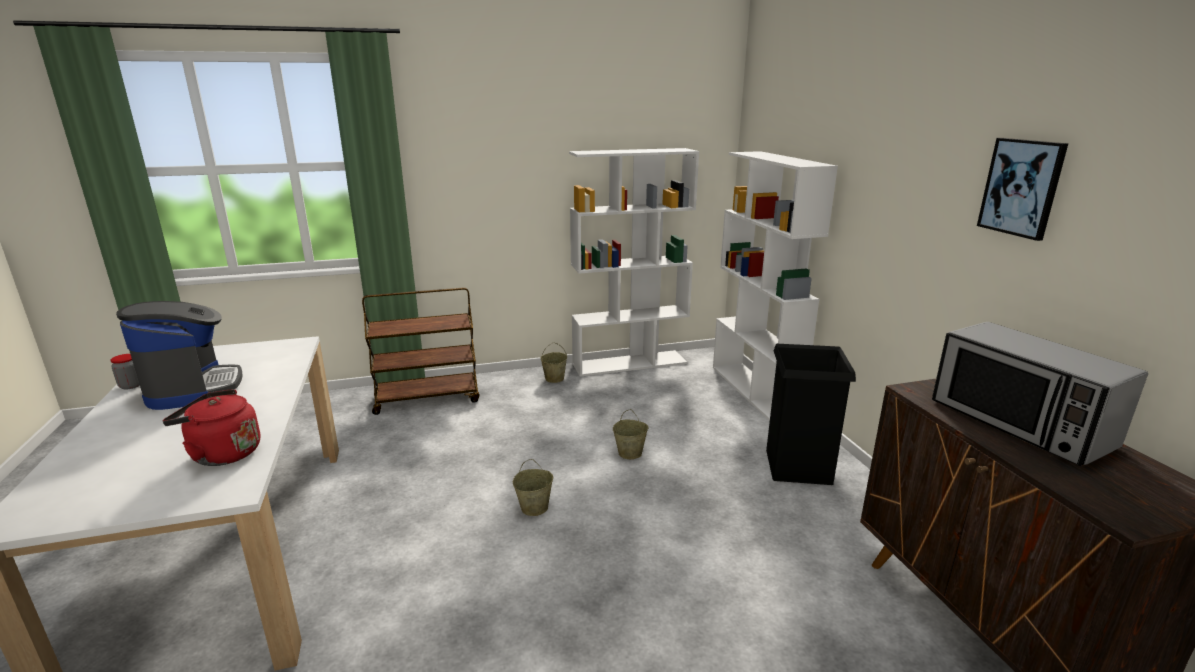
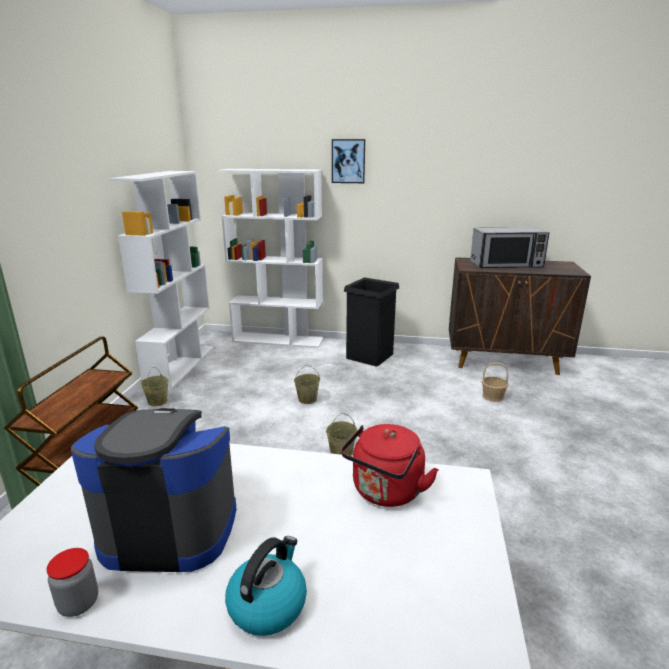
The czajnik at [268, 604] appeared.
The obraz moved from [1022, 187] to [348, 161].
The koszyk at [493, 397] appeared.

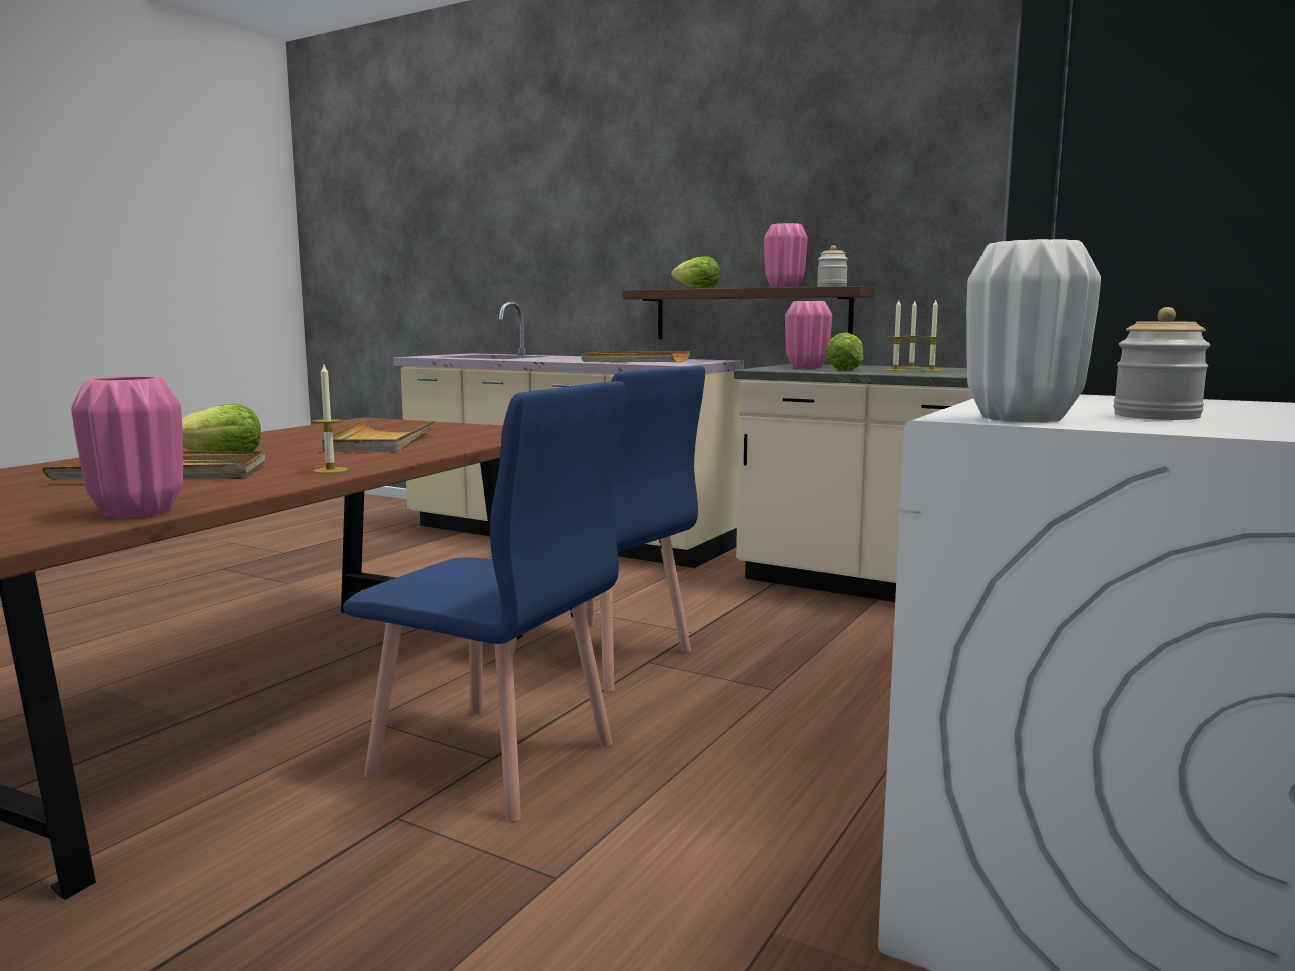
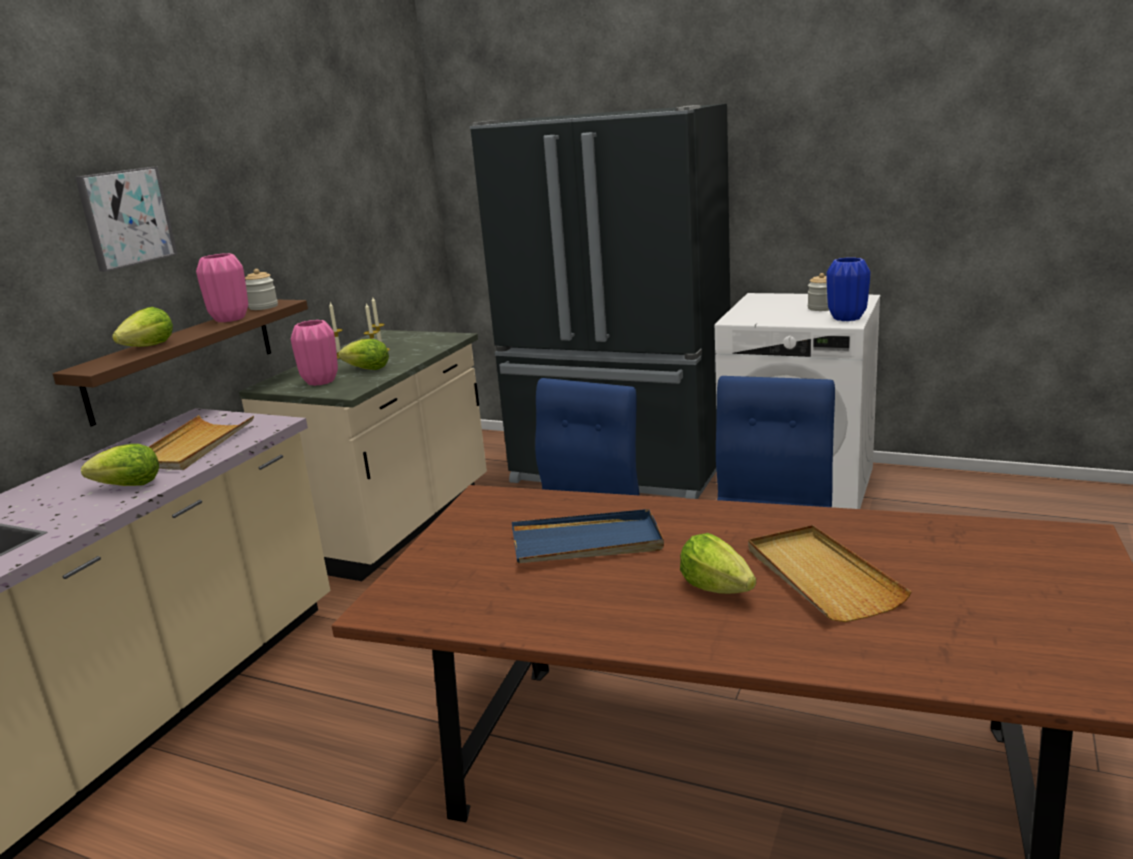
The obraz at [125, 217] appeared.
The sałata at [129, 486] appeared.
The taca [beżowy] at [380, 442] became the taca [niebieski] at [587, 543].
The wazon [biały] at [1022, 419] became the wazon [niebieski] at [847, 318].
The wazon [różowy] at [136, 513] disappeared.
The świeca at [330, 470] disappeared.

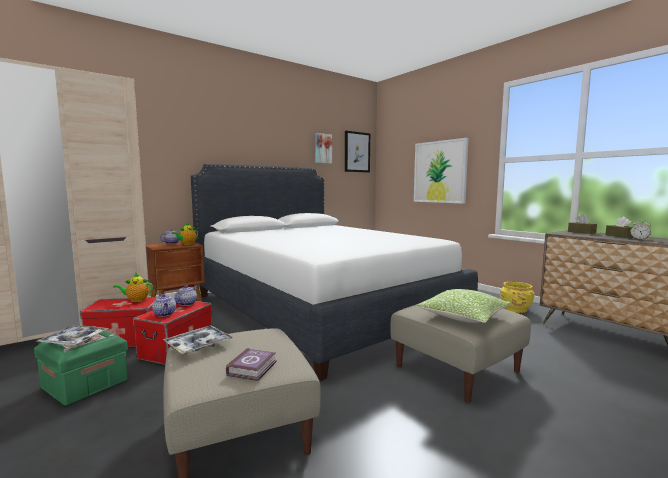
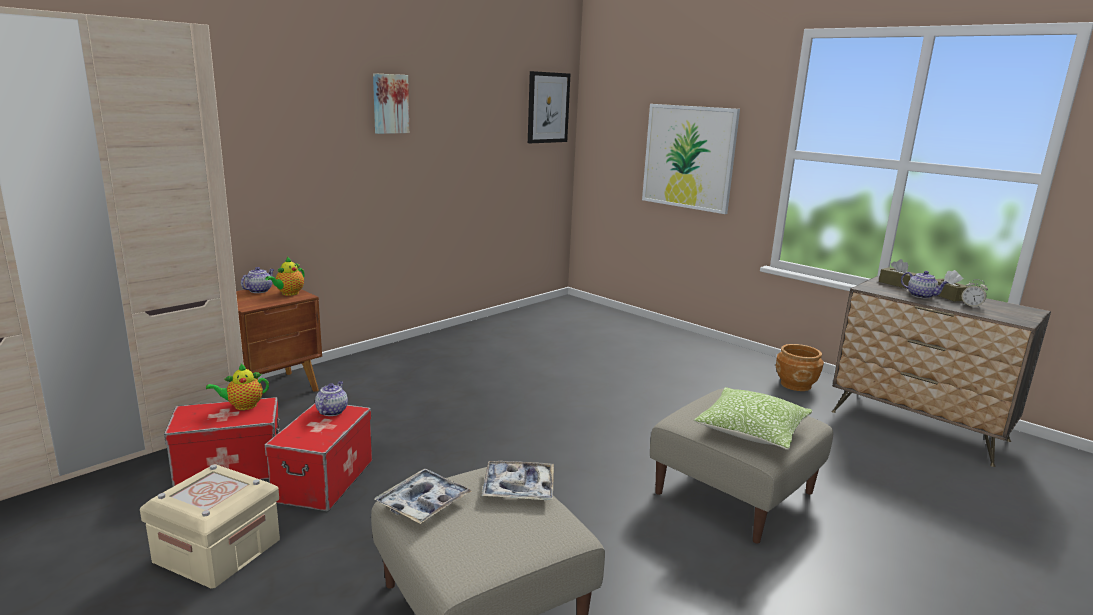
The pojemnik do przechowywania [zielony] at [85, 384] became the pojemnik do przechowywania [beżowy] at [218, 551].
The obraz moved from [322, 148] to [390, 103].
The taca moved from [74, 340] to [518, 488].
The donica [żółty] at [516, 309] became the donica [brązowy] at [796, 385].
The imbryk moved from [165, 314] to [921, 296].
The łóżko [biały] at [320, 307] disappeared.
The książka at [253, 368] disappeared.

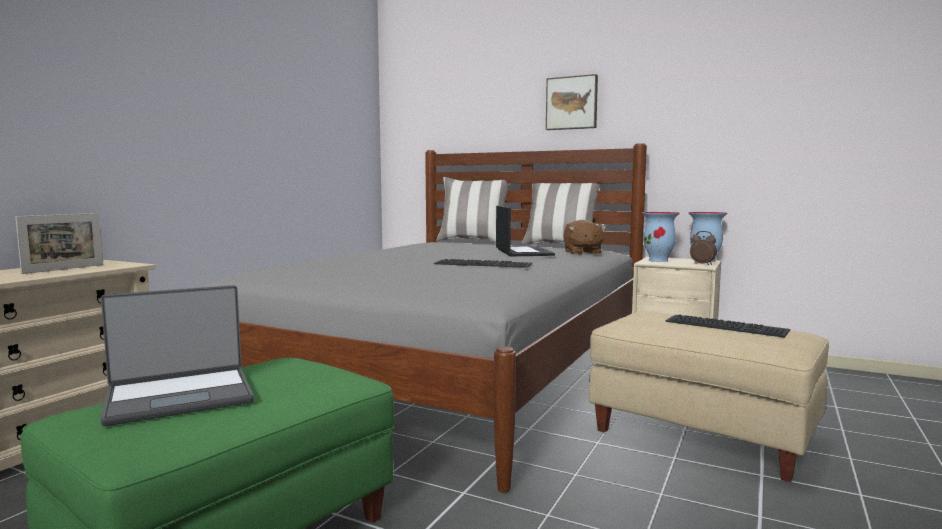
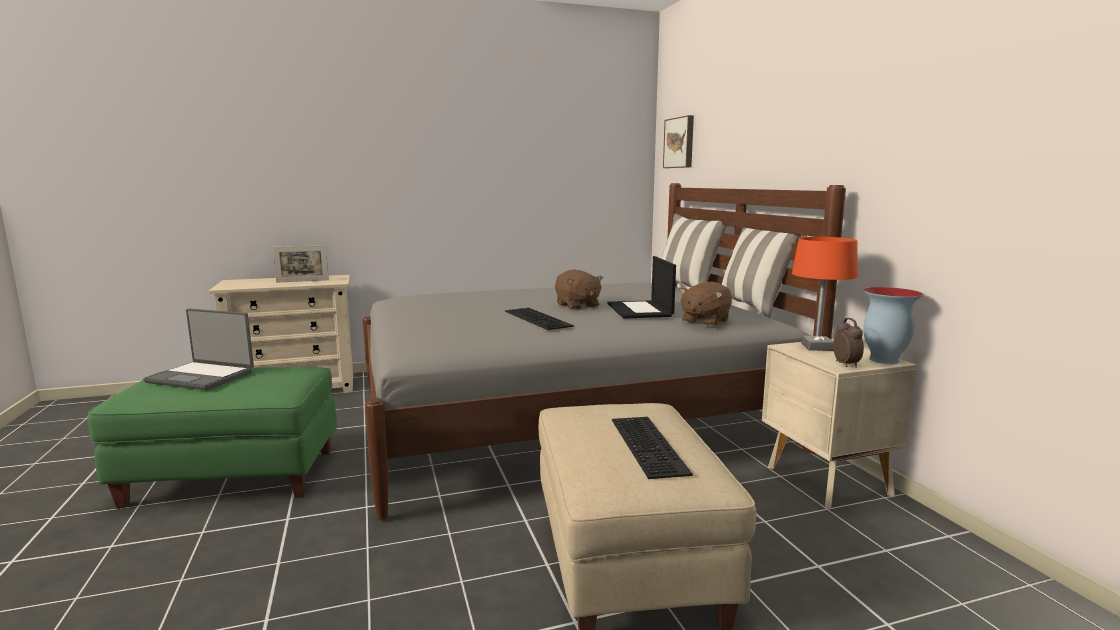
The pluszak [brązowy] at [577, 306] appeared.
The laptop at [522, 252] turned 135 degrees clockwise.
The obraz moved from [572, 103] to [680, 143].
The wazon at [659, 260] was replaced by the lampa stołowa [pomarańczowy] at [817, 347].

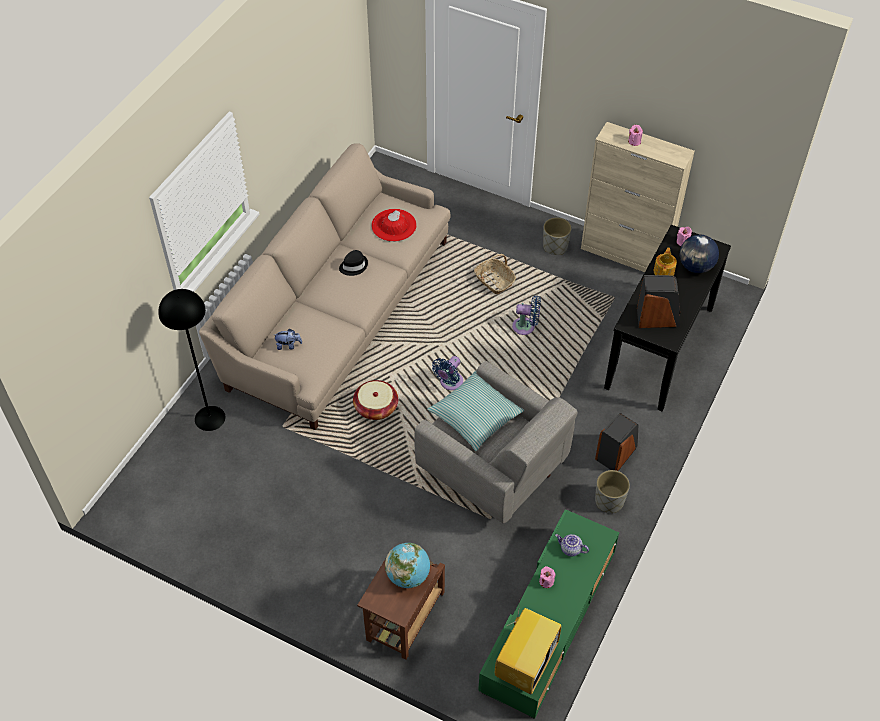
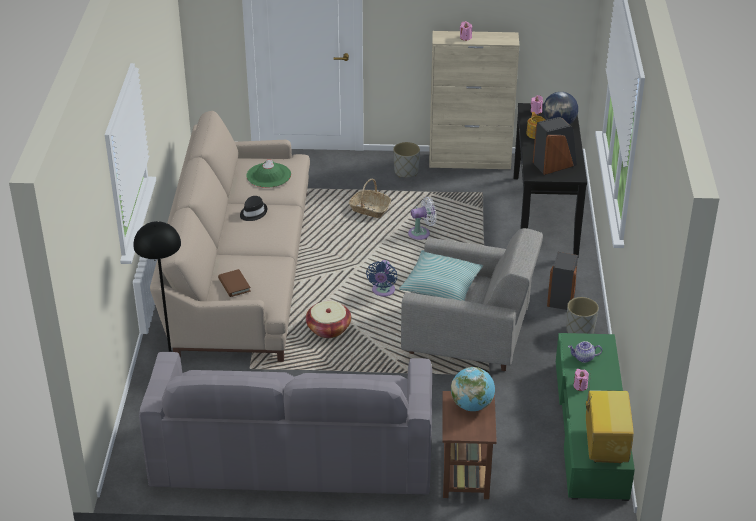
The kanapa [szary] at [292, 457] appeared.
The pluszak at [288, 345] was replaced by the książka [brązowy] at [234, 285].
The kapelusz [czerwony] at [393, 225] became the kapelusz [zielony] at [268, 175].
The wentylator [niebieski] at [526, 327] became the wentylator [biały] at [421, 233].

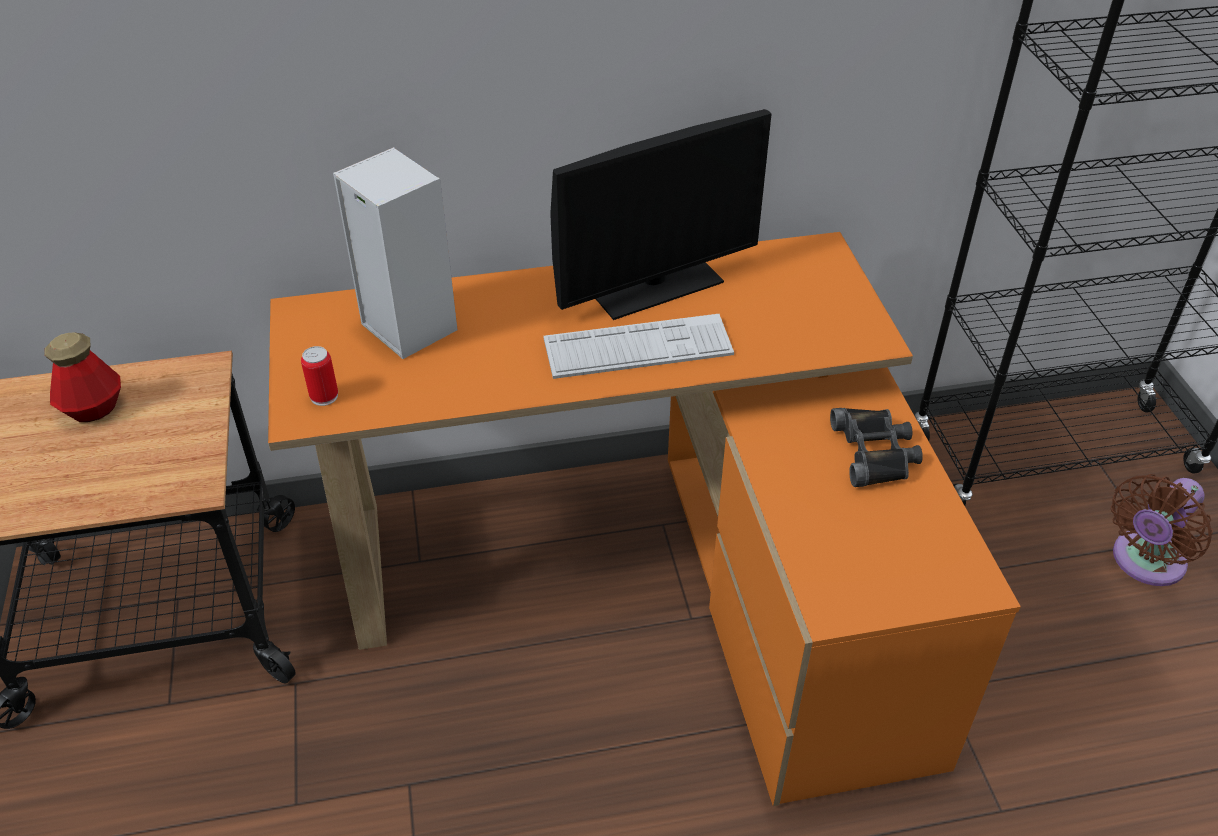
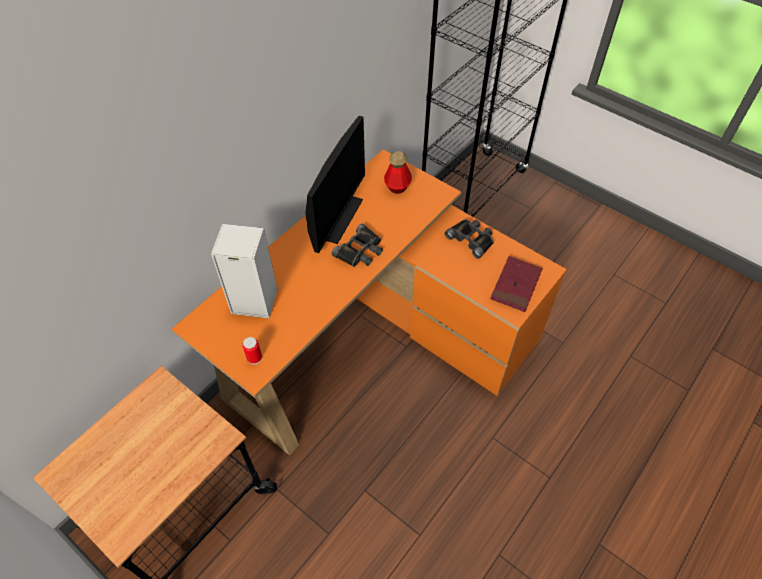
The klawiatura at [638, 348] was replaced by the lornetka [czarny] at [360, 251].
The butelka moved from [93, 409] to [397, 186].
The książka [czerwony] at [516, 285] appeared.
The wentylator [brązowy] at [1144, 563] disappeared.

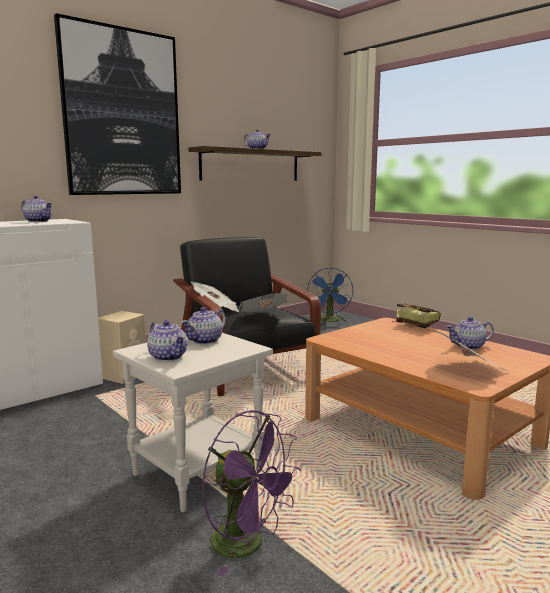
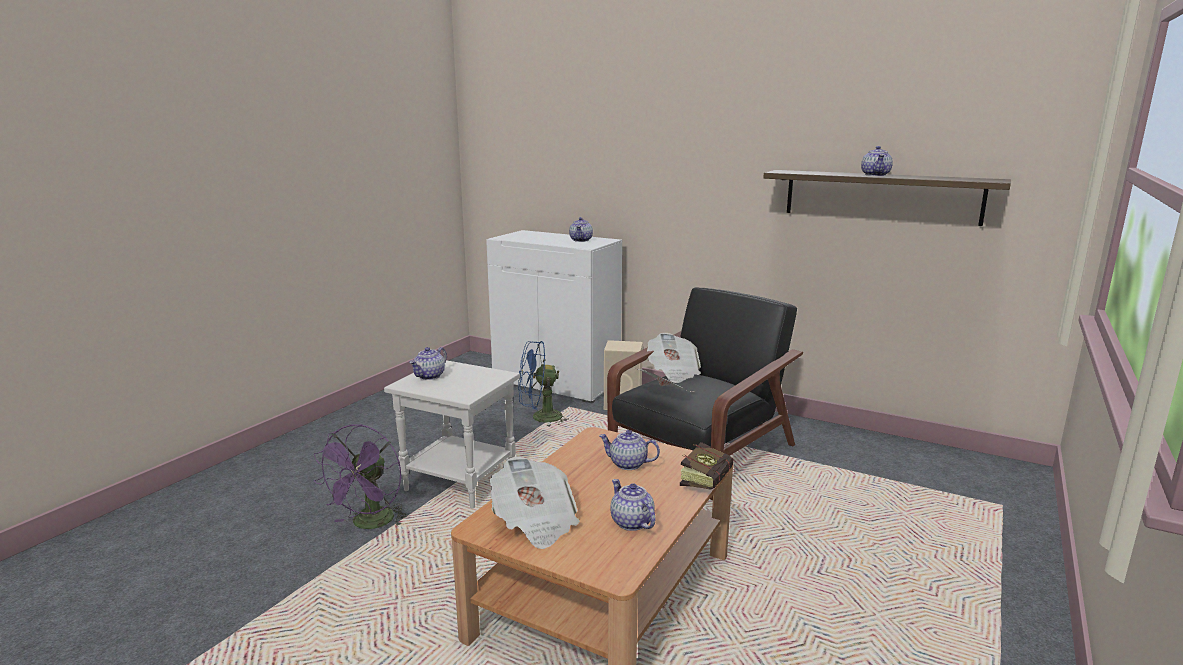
The wentylator [niebieski] moved from [330, 321] to [540, 418].
The imbryk moved from [205, 341] to [628, 464].
The obraz at [122, 113] disappeared.

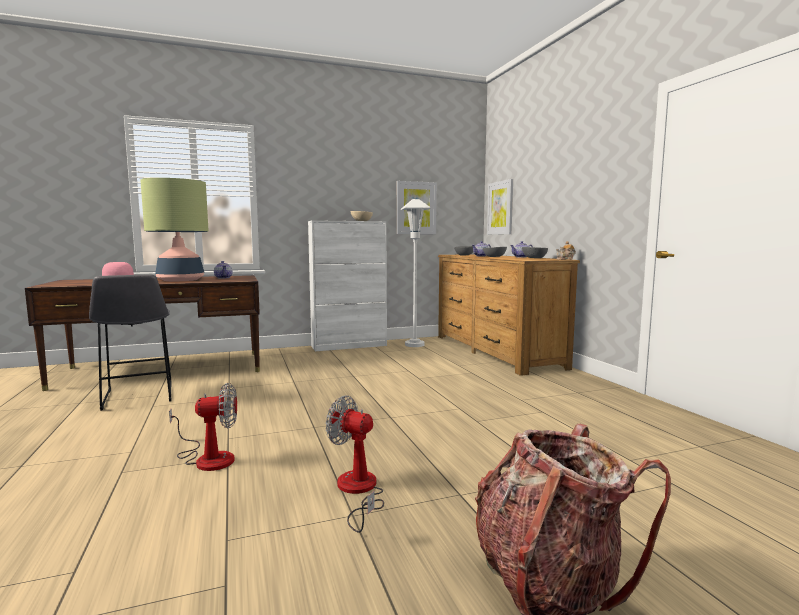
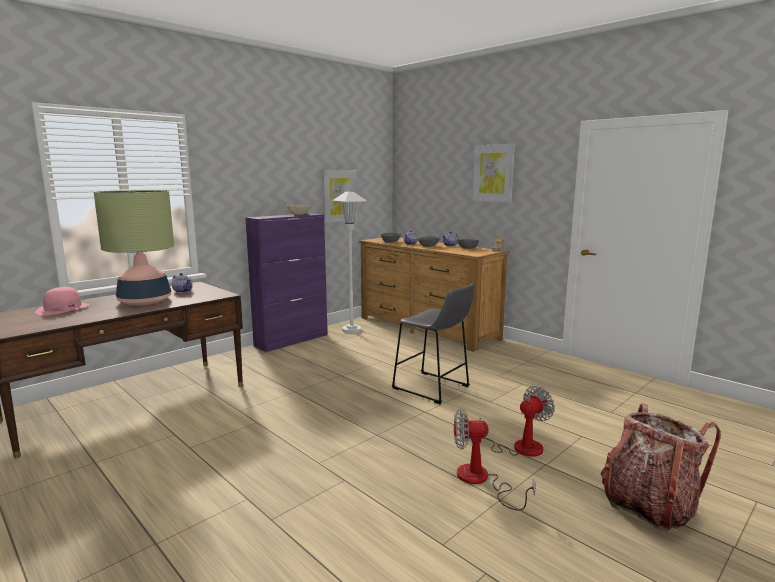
The szafka [biały] at [349, 346] became the szafka [fioletowy] at [292, 340].
The stołek [szary] moved from [137, 397] to [433, 389].
The wentylator moved from [208, 458] to [516, 447].
The obraz moved from [500, 208] to [493, 173].

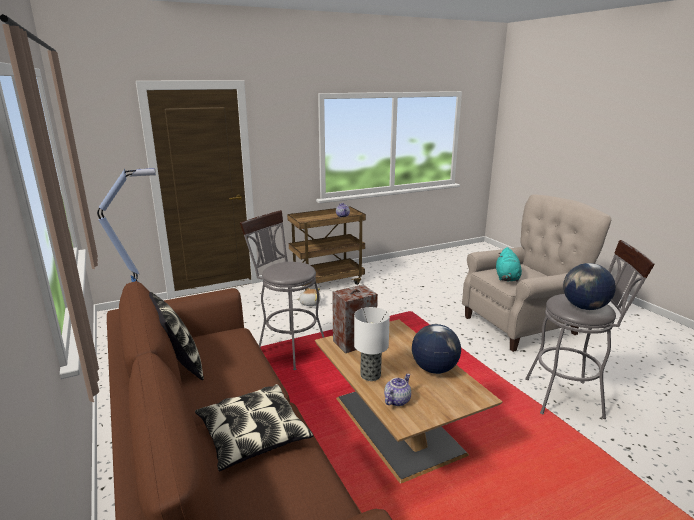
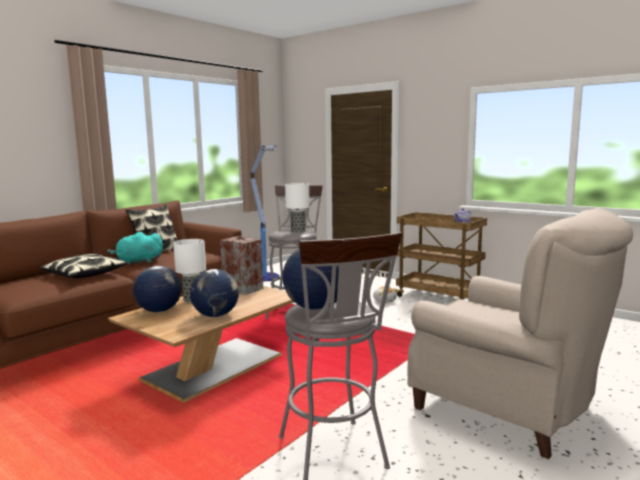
The pluszak [turkusowy] moved from [507, 278] to [137, 262].
The imbryk at [396, 400] was replaced by the globus at [159, 311].
The lampa stołowa at [297, 231] appeared.

